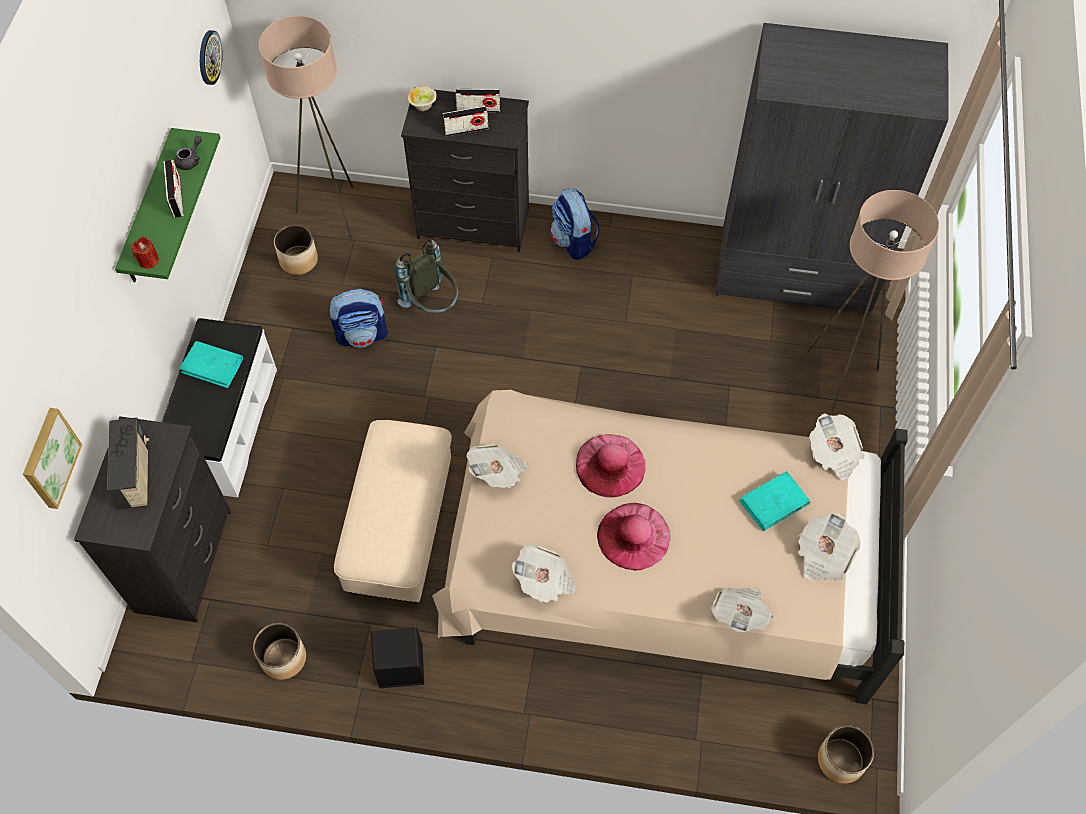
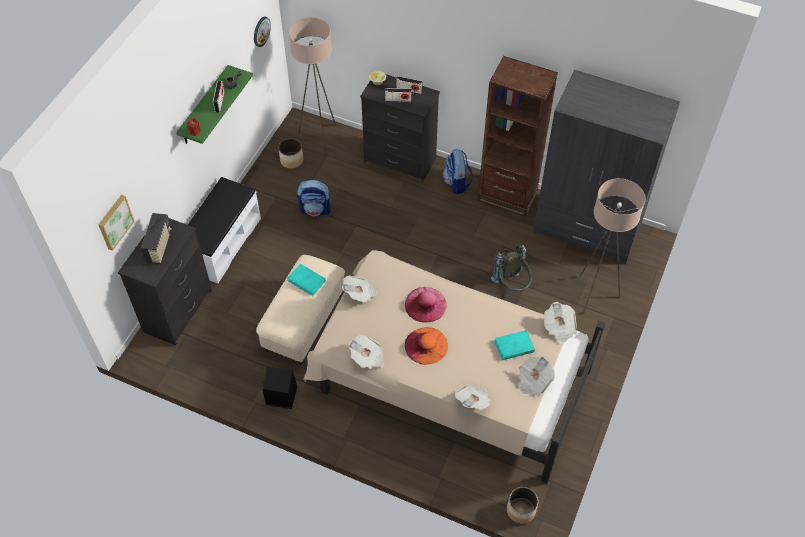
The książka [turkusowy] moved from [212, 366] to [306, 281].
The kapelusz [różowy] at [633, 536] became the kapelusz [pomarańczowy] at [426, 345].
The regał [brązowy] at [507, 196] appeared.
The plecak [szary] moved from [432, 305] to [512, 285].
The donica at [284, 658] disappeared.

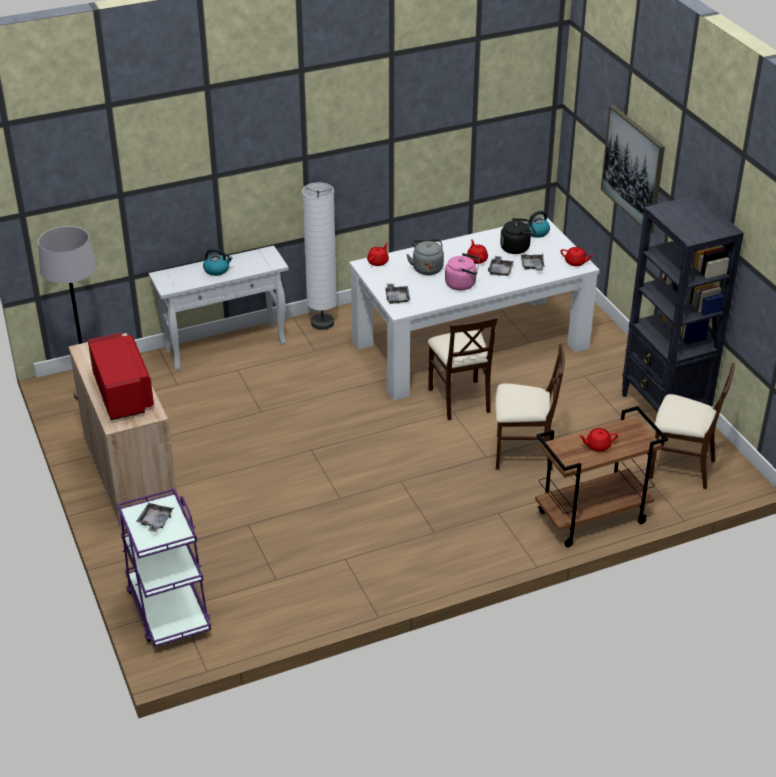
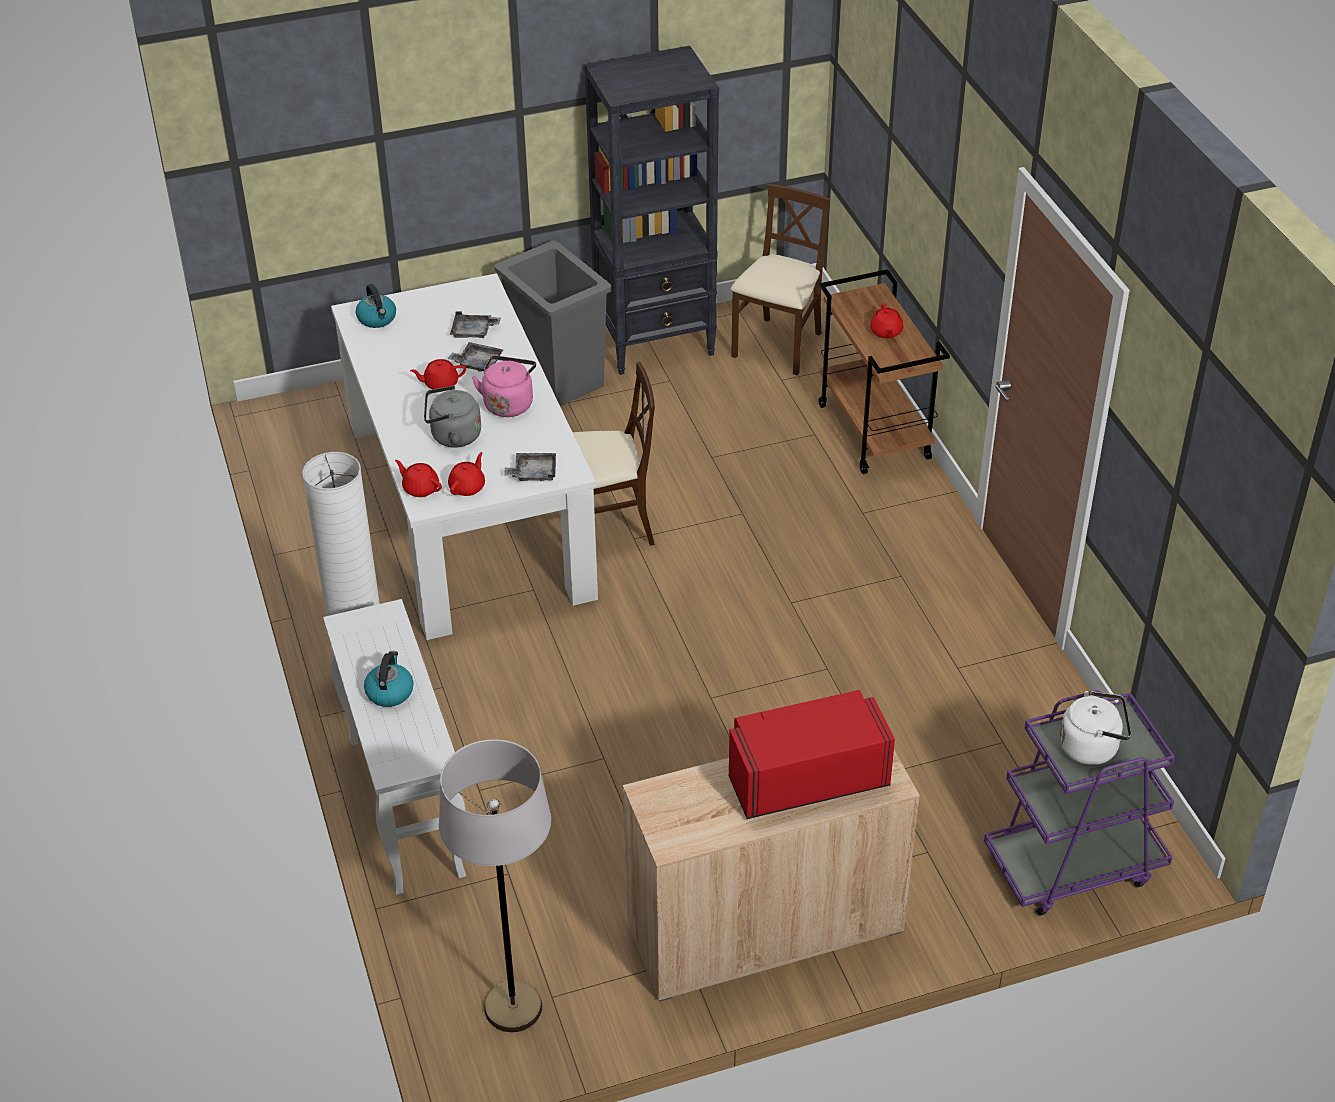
The imbryk [czerwony] moved from [575, 262] to [468, 487].
The kosz na śmieci [szary] at [558, 377] appeared.
The taca [szary] at [155, 521] was replaced by the czajnik [biały] at [1092, 747].
The krzesło [brązowy] at [522, 453] disappeared.
The czajnik [czarny] at [516, 248] disappeared.
The obraz at [633, 168] disappeared.

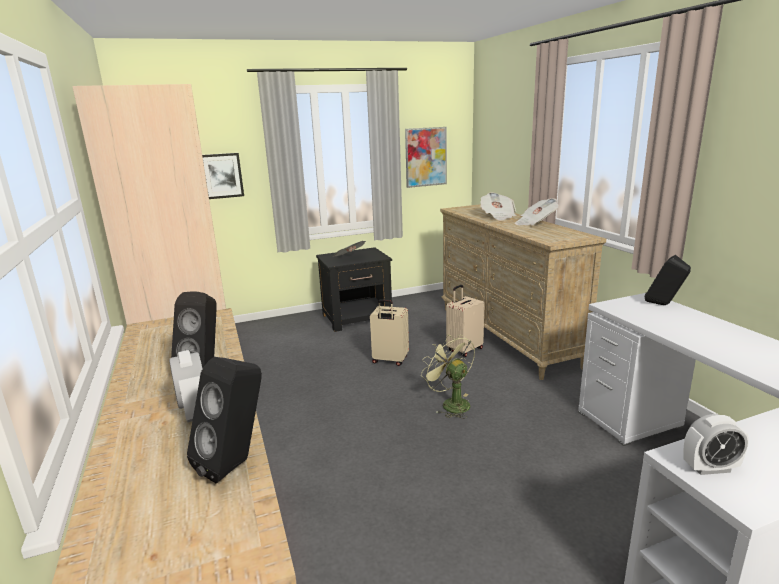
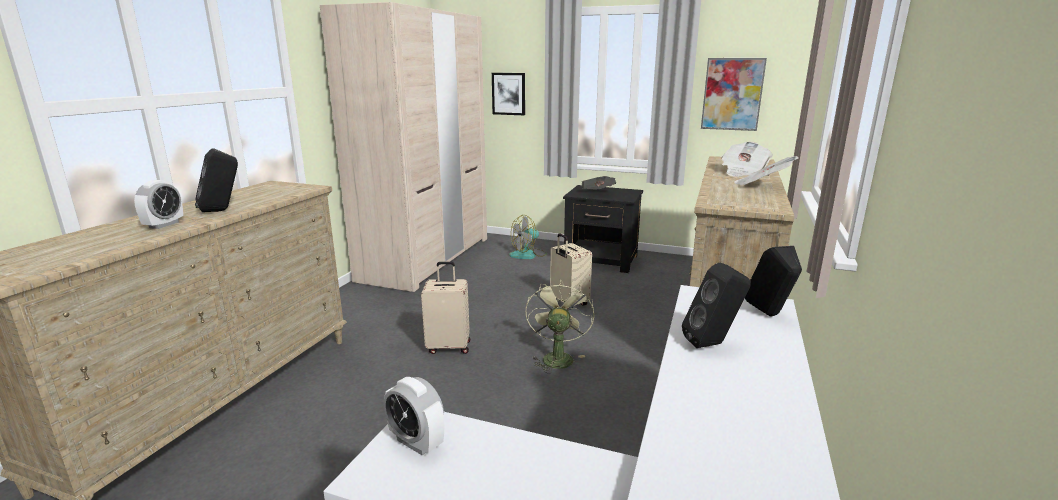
The walizka [beżowy] moved from [464, 350] to [449, 346].
The wentylator at [528, 255] appeared.
The głośnik [czarny] moved from [236, 464] to [713, 344].

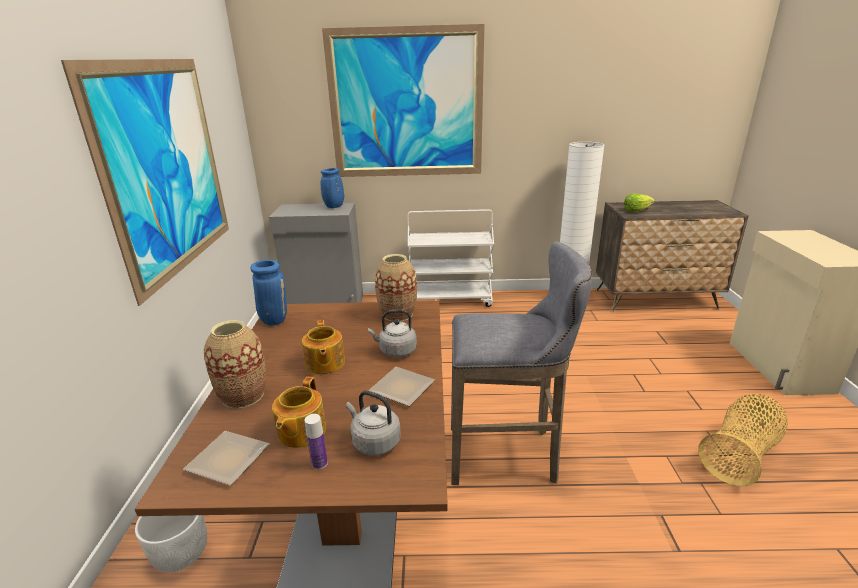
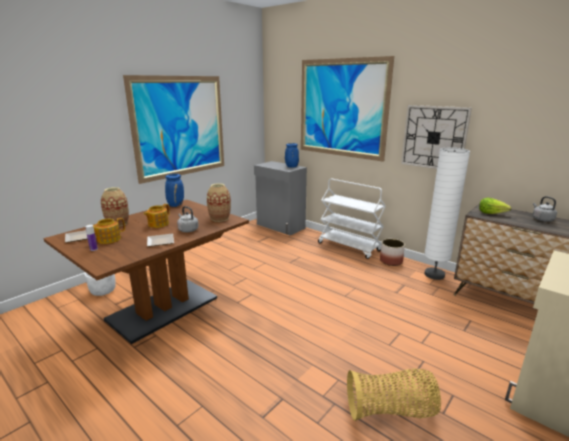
The donica at [391, 261] appeared.
The zegar ścienny at [434, 137] appeared.
The czajnik [szary] moved from [374, 442] to [541, 219].
The stołek [szary] at [507, 455] disappeared.

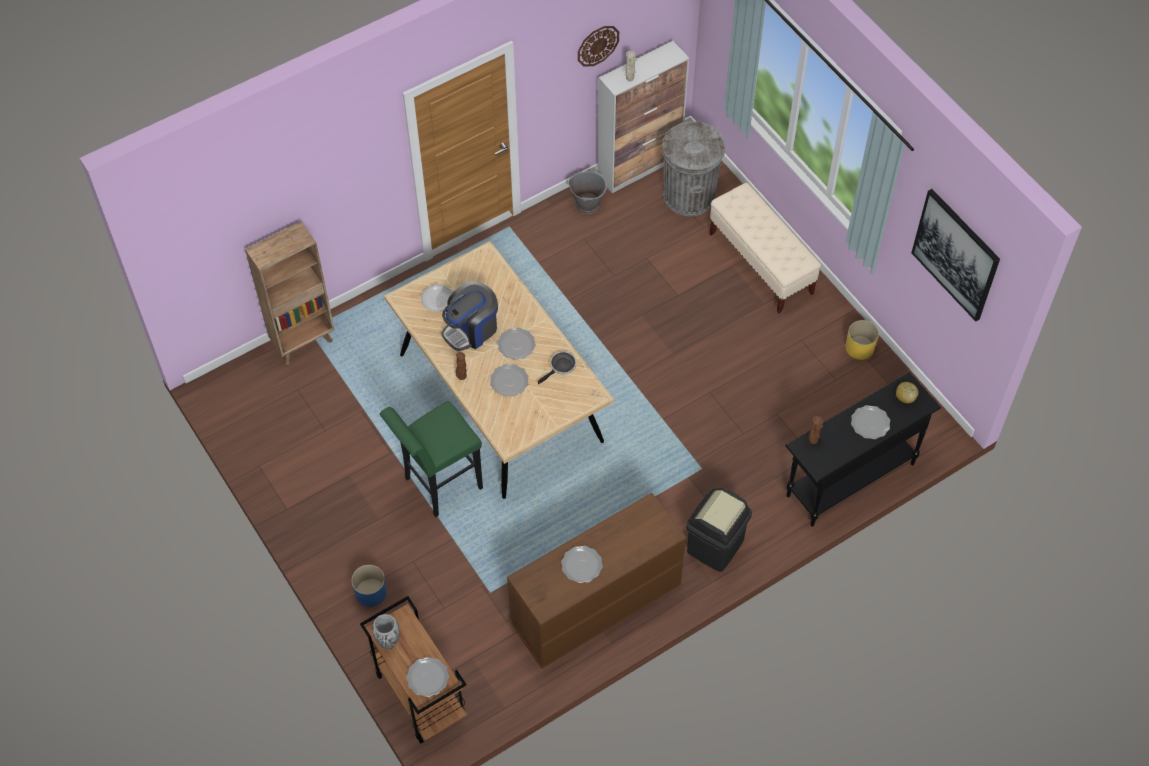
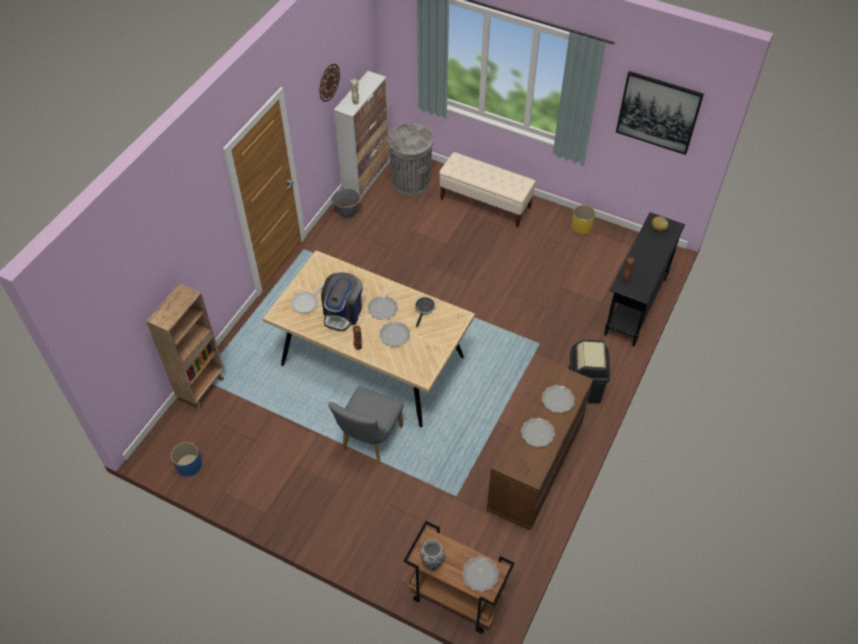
The donica [niebieski] moved from [371, 592] to [189, 465].
The stołek [zielony] at [438, 486] was replaced by the krzesło [szary] at [369, 441].
The talerz moved from [870, 423] to [557, 400].

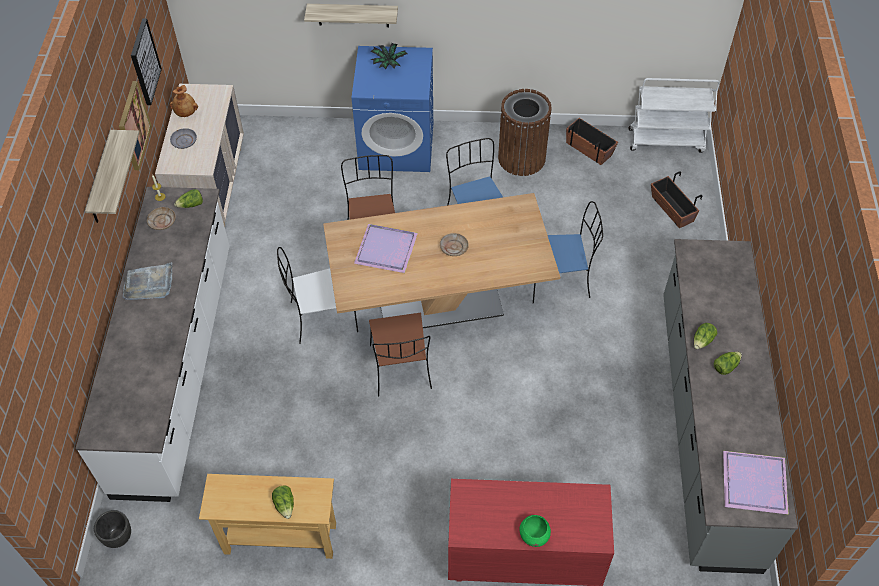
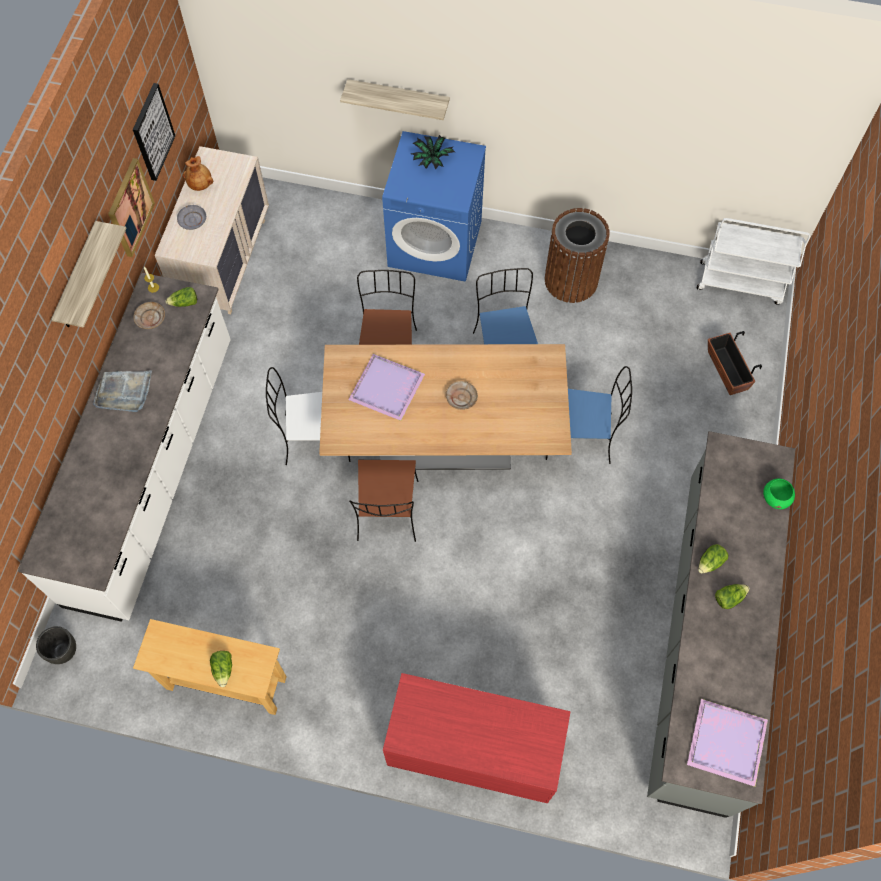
The miska [zielony] moved from [534, 535] to [776, 498].
The donica at [589, 149] disappeared.

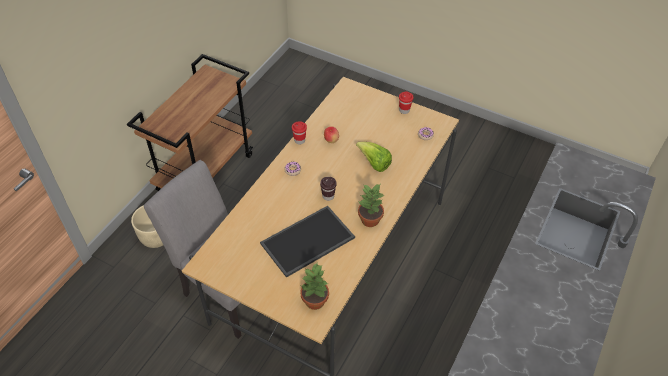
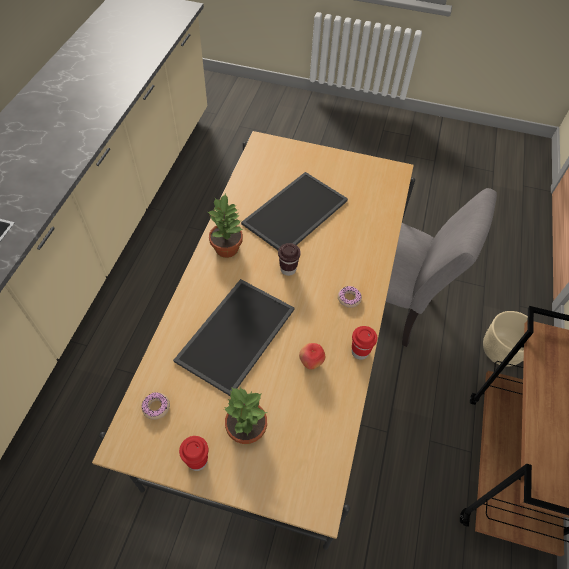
The sałata at [374, 163] was replaced by the taca at [235, 333].
The roślina doniczkowa moved from [315, 301] to [245, 430].

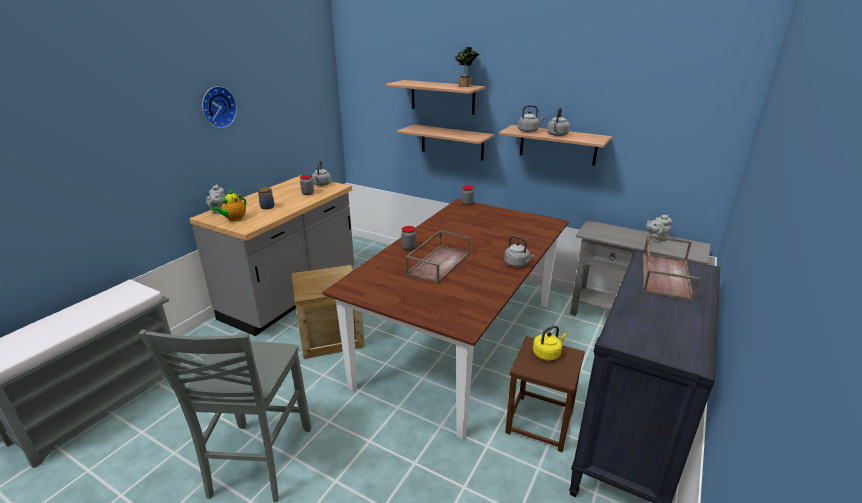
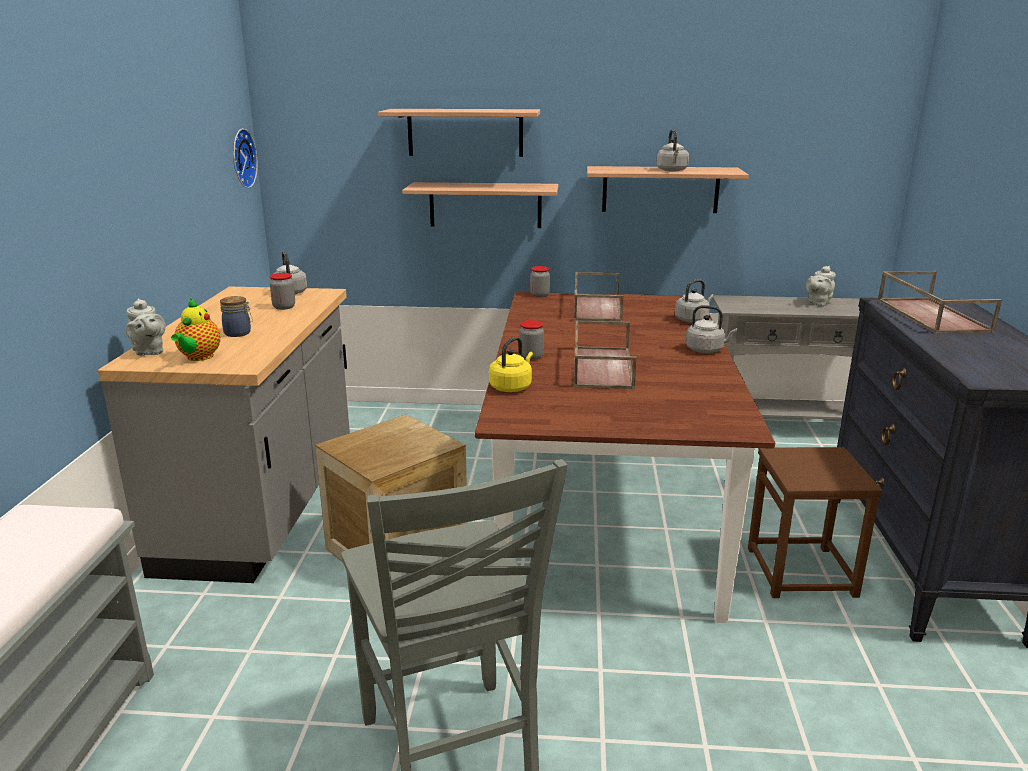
The zegar ścienny moved from [217, 107] to [240, 158].
The czajnik [żółty] moved from [547, 354] to [512, 387].
The taca [brązowy] at [596, 307] appeared.
The czajnik [szary] moved from [529, 131] to [692, 320].
The roślina doniczkowa at [466, 86] disappeared.

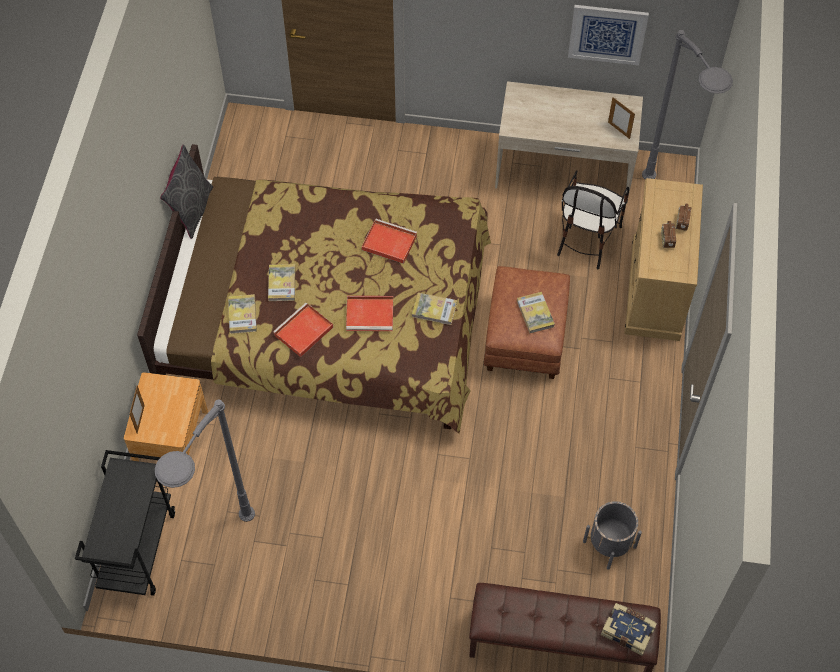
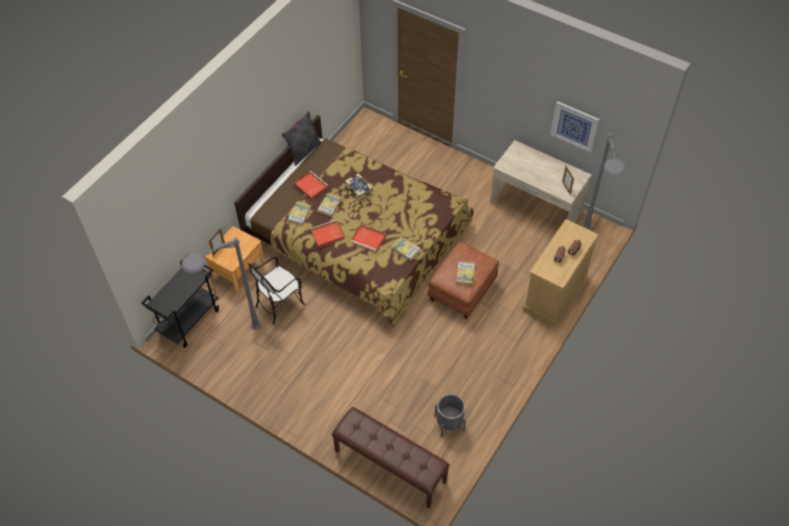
The krzesło moved from [587, 239] to [279, 303].
The taca [czerwony] moved from [388, 242] to [310, 186].
The książka moved from [628, 630] to [359, 189].

